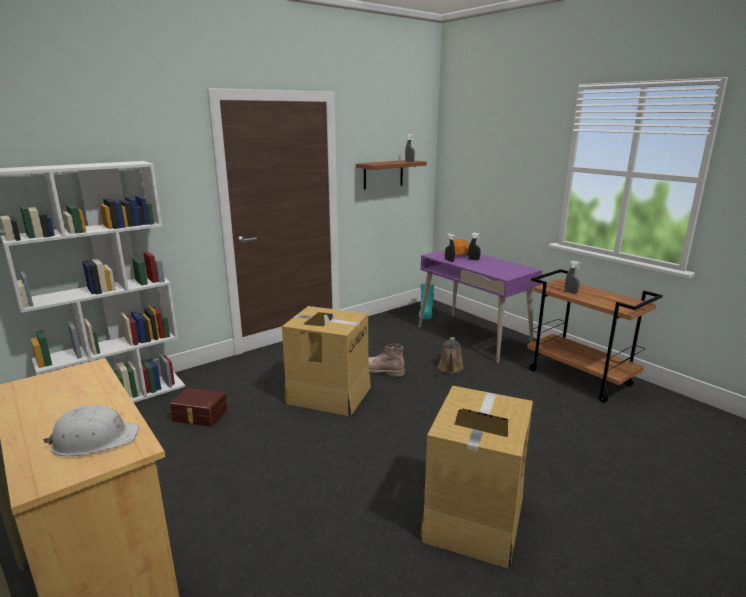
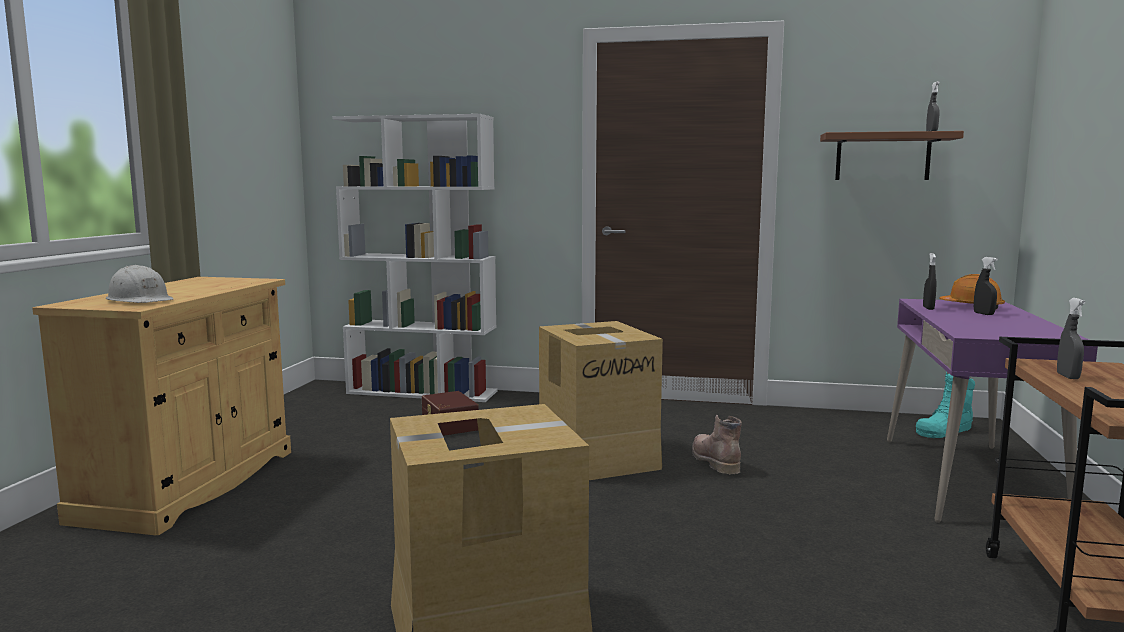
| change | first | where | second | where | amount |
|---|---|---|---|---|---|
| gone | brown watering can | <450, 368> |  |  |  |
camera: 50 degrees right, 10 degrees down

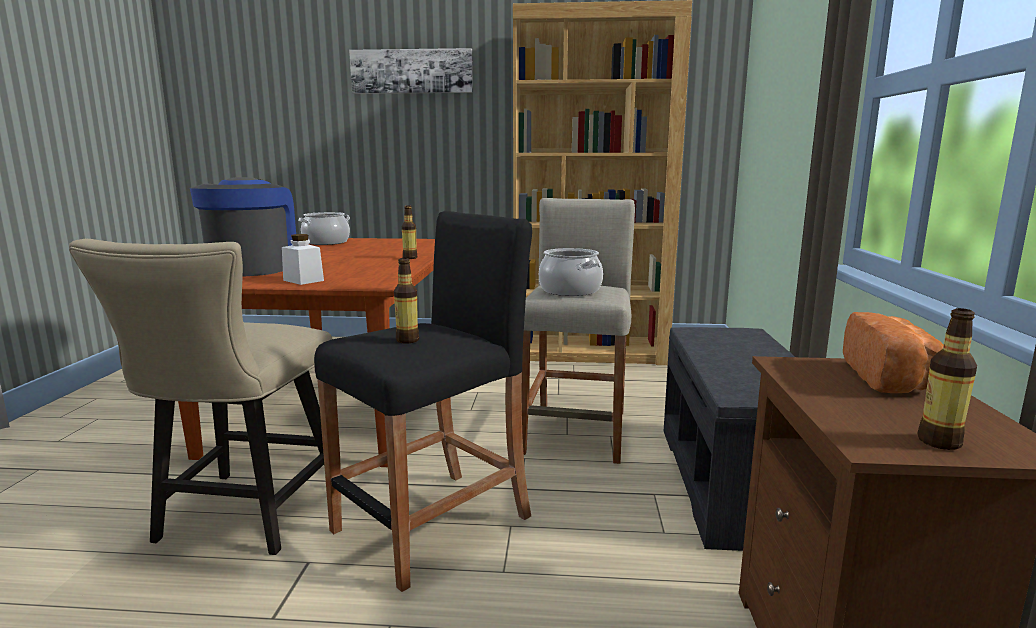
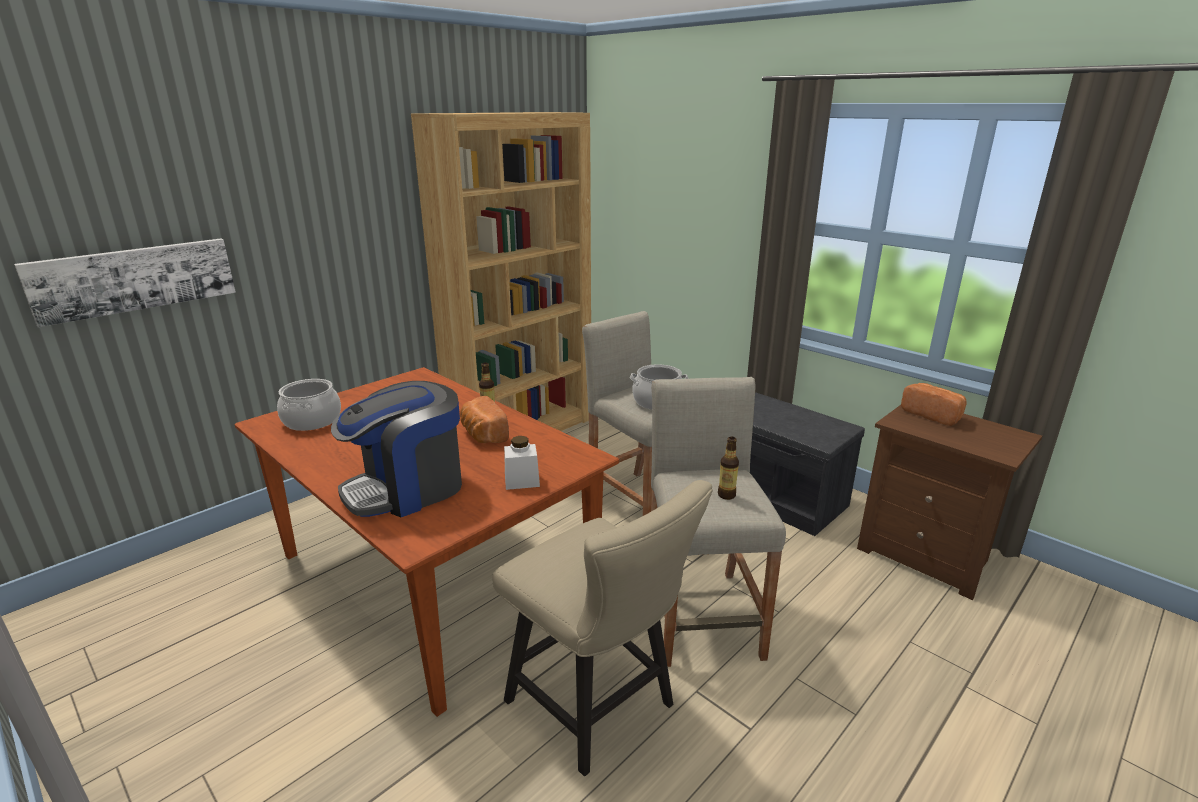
| change | first | where | second | where | amount |
|---|---|---|---|---|---|
| shifted | picture | <412, 71> |  | <134, 279> |  |
| rotated | coffee machine | <253, 268> |  | <407, 489> | 75 degrees counterclockwise |
| new |  |  | bread | <482, 435> |  |
| repainted | black stool | <433, 524> | beige stool | <702, 616> |  |
| gone | bottle | <939, 442> |  |  |  |
camera: 50 degrees left, 10 degrees up

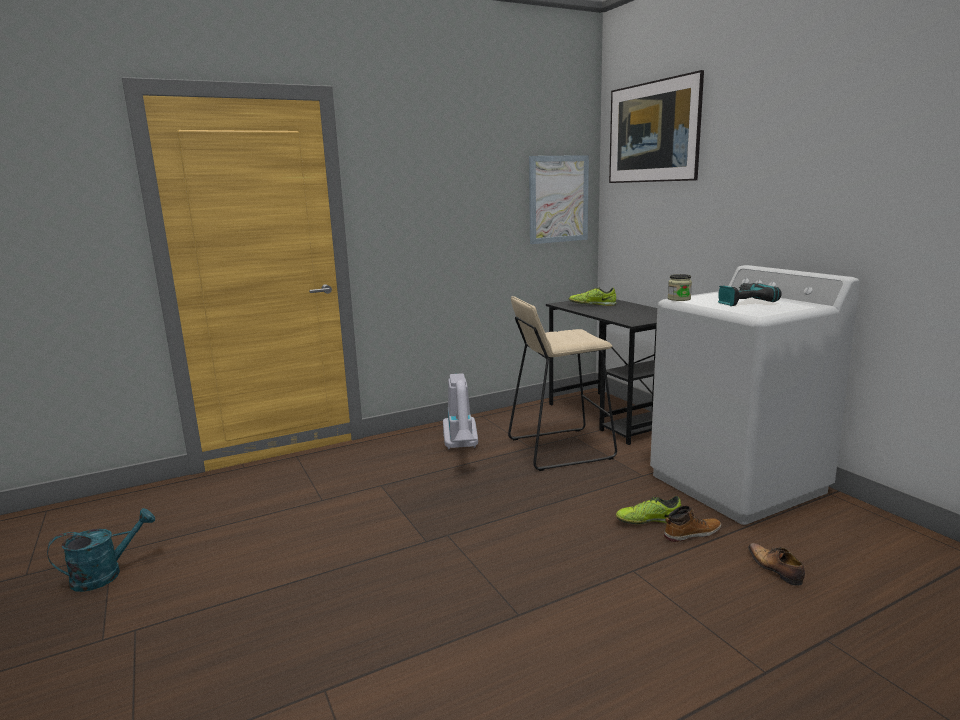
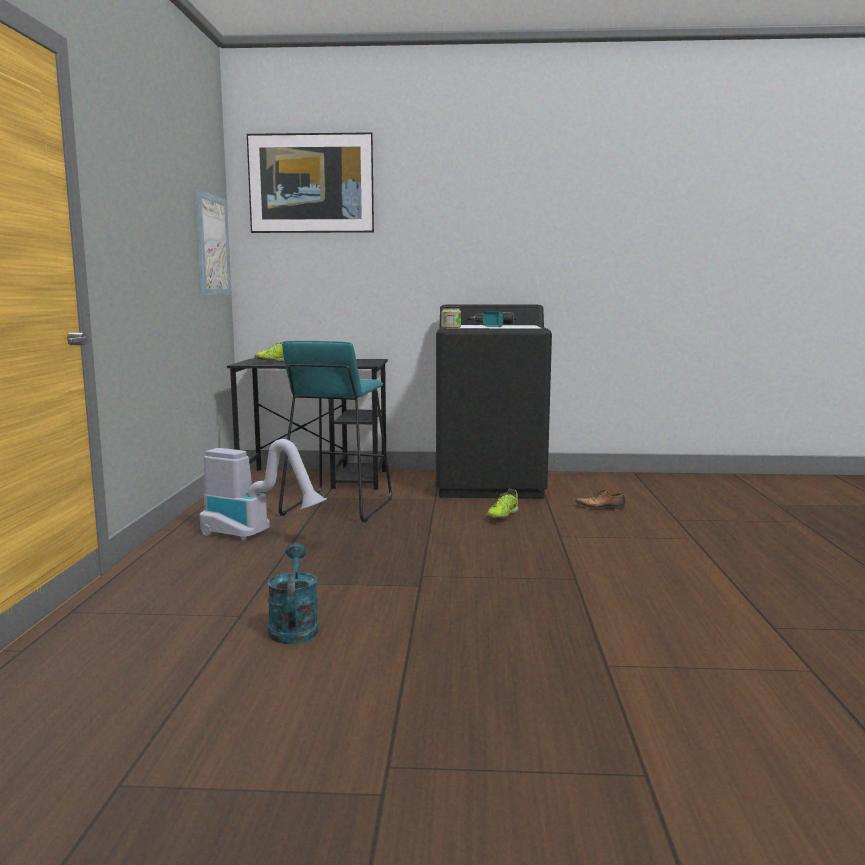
| change | first | where | second | where | amount |
|---|---|---|---|---|---|
| shifted | turquoise watering can | <106, 574> |  | <294, 626> |  |
| repainted | beige stool | <559, 448> | turquoise stool | <337, 507> |  |
| repainted | white washing machine | <737, 484> | black washing machine | <491, 484> |  |
| gone | boot | <691, 533> |  |  |  |
camera: 60 degrees left, 5 degrees down

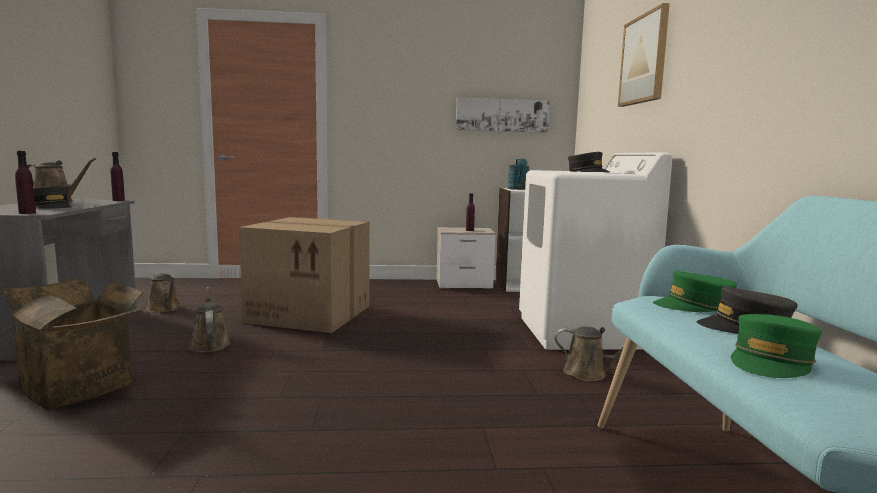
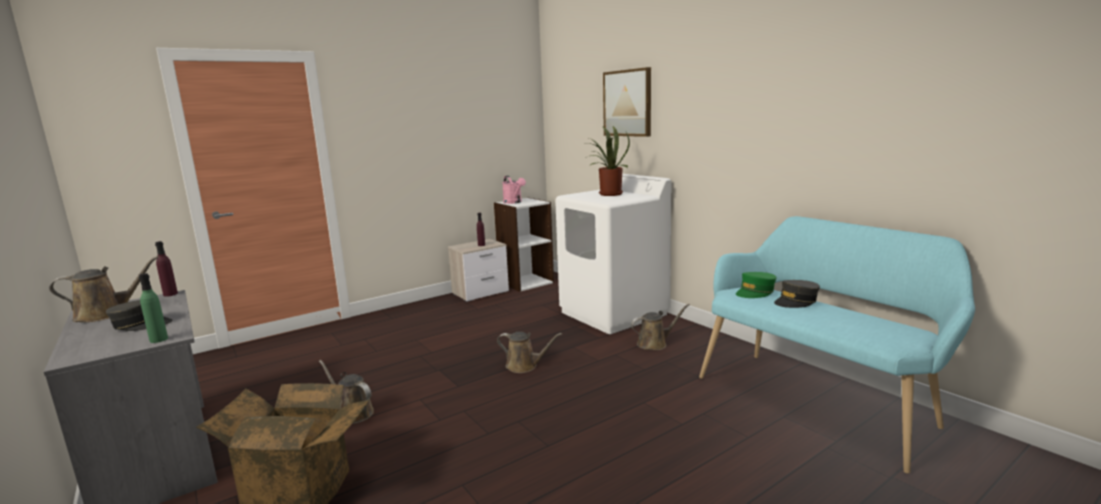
| change | first | where | second | where | amount |
|---|---|---|---|---|---|
| repainted | purple bottle | <27, 213> | green bottle | <159, 339> |  |
| shifted | brown watering can | <165, 309> |  | <524, 366> |  |
| repainted | turquoise watering can | <519, 189> | pink watering can | <514, 202> |  |
| swapped | grey cap | <587, 172> | potted plant | <608, 194> |  |
| gone | cardboard box | <311, 314> |  |  |  |
| gone | picture | <502, 115> |  |  |  |
| gone | green cap | <771, 361> |  |  |  |
camera: 30 degrees left, 5 degrees up

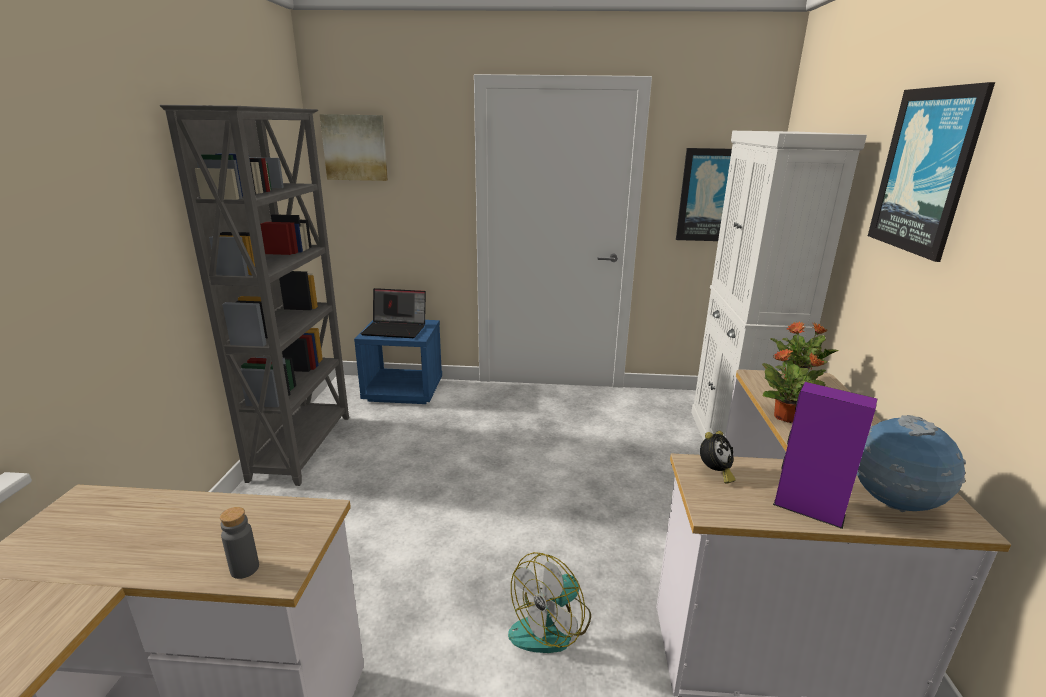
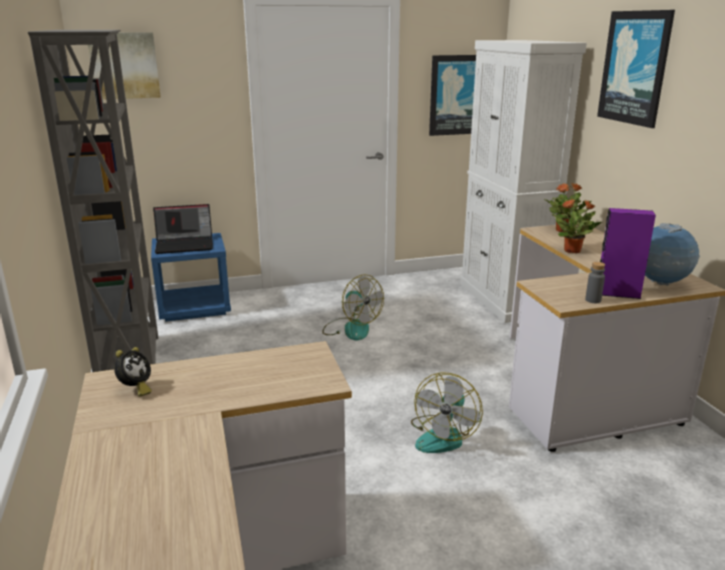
| change | first | where | second | where | amount |
|---|---|---|---|---|---|
| shifted | alarm clock | <714, 473> |  | <135, 389> |  |
| new |  |  | fan | <351, 328> |  |
| shifted | grey bottle | <244, 569> |  | <593, 300> |  |
camera: 20 degrees left, 0 degrees up

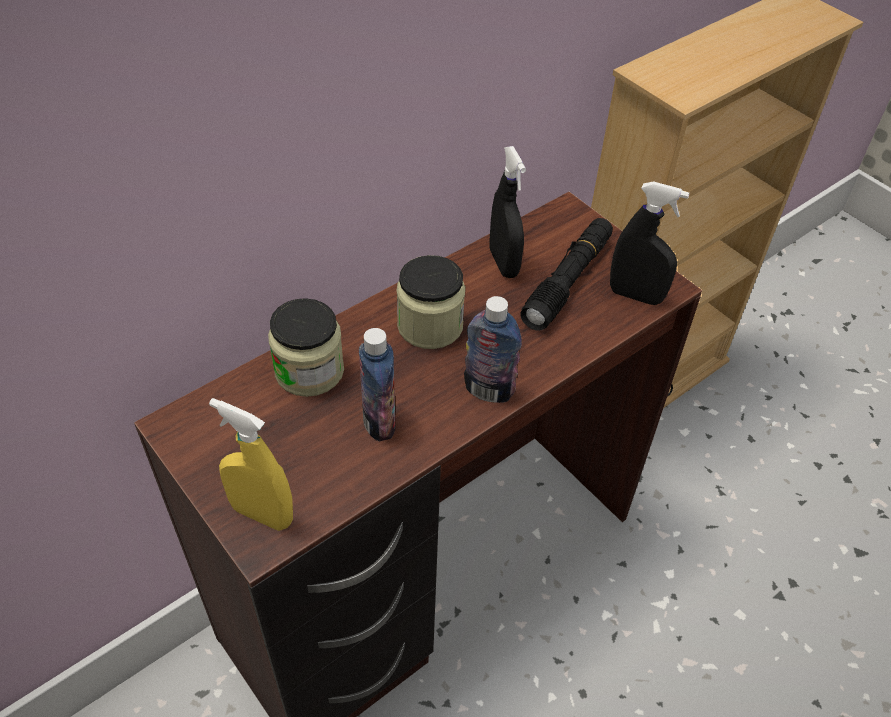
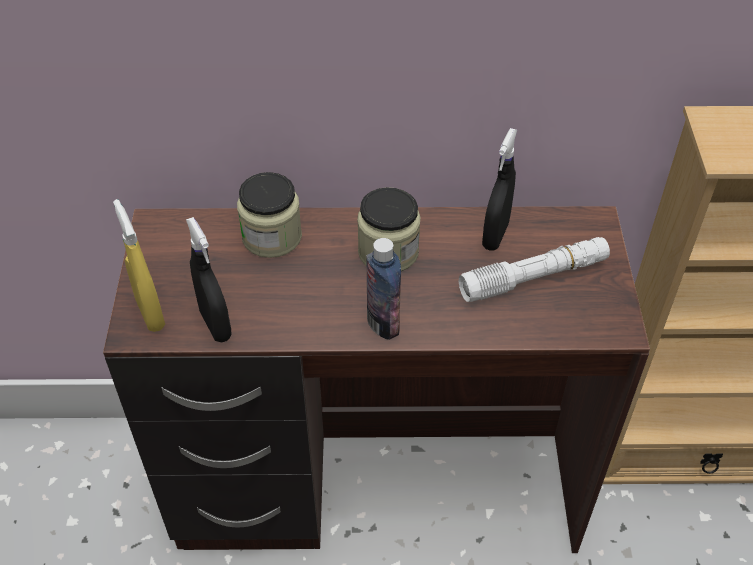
| change | first | where | second | where | amount |
|---|---|---|---|---|---|
| shifted | black spray bottle | <635, 295> |  | <215, 325> |  |
| repainted | black flashlight | <568, 281> | white flashlight | <534, 277> |  |
| gone | bottle | <379, 422> |  |  |  |
camera: 40 degrees right, 0 degrees up

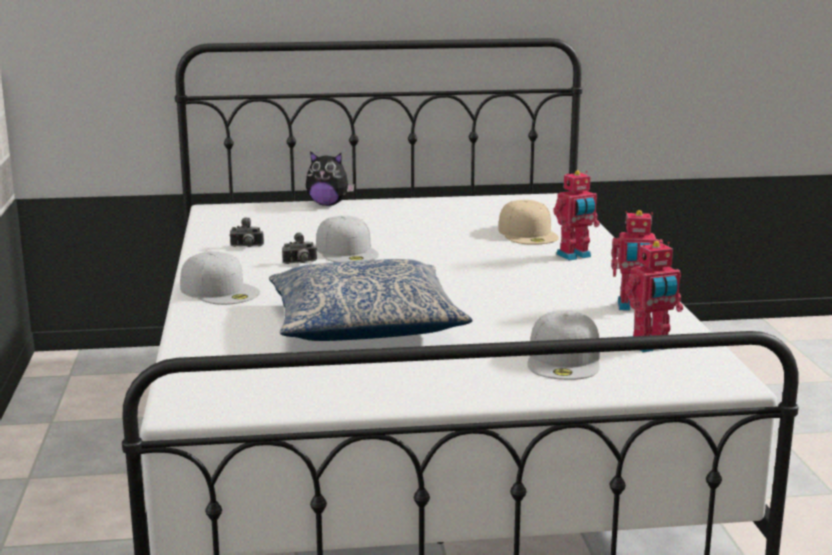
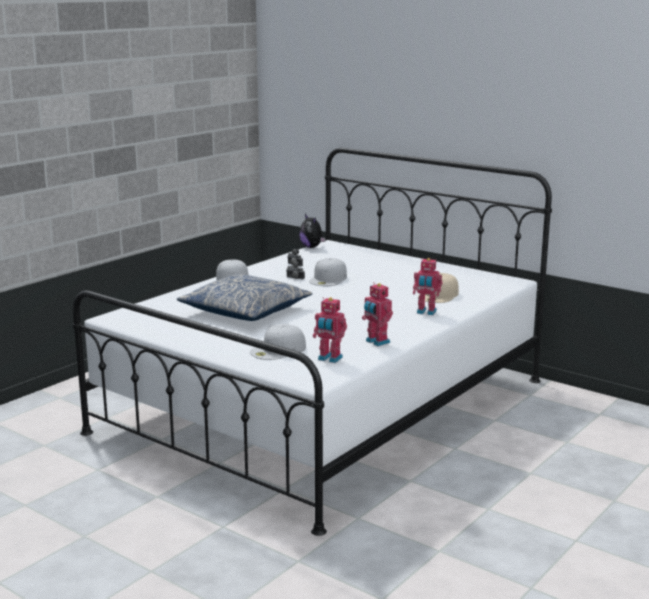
| change | first | where | second | where | amount |
|---|---|---|---|---|---|
| shifted | plush toy | <328, 204> |  | <312, 247> |  |
camera: 45 degrees right, 0 degrees up

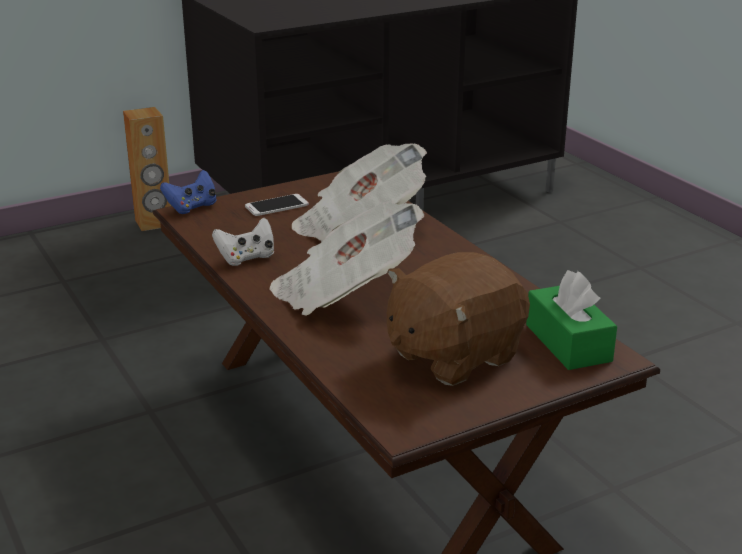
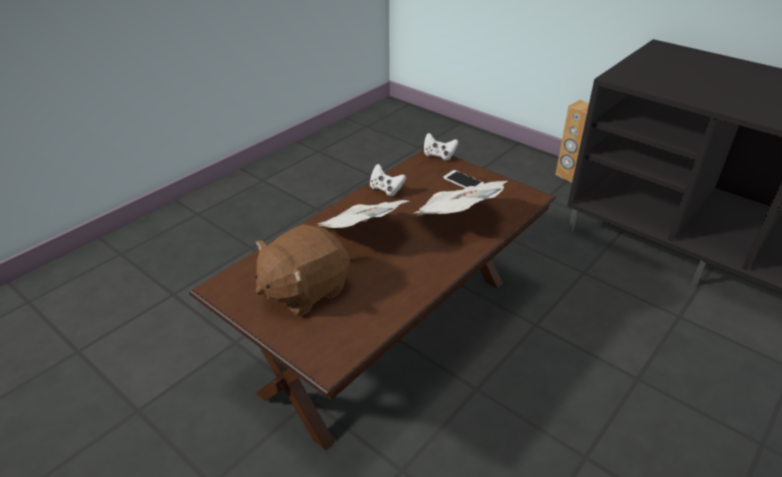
| change | first | where | second | where | amount |
|---|---|---|---|---|---|
| rotated | brown plush toy | <452, 355> |  | <303, 290> | 75 degrees counterclockwise |
| repainted | blue game controller | <192, 207> | white game controller | <439, 155> |  |
| gone | green tissue box | <568, 343> |  |  |  |
camera: 70 degrees right, 10 degrees up

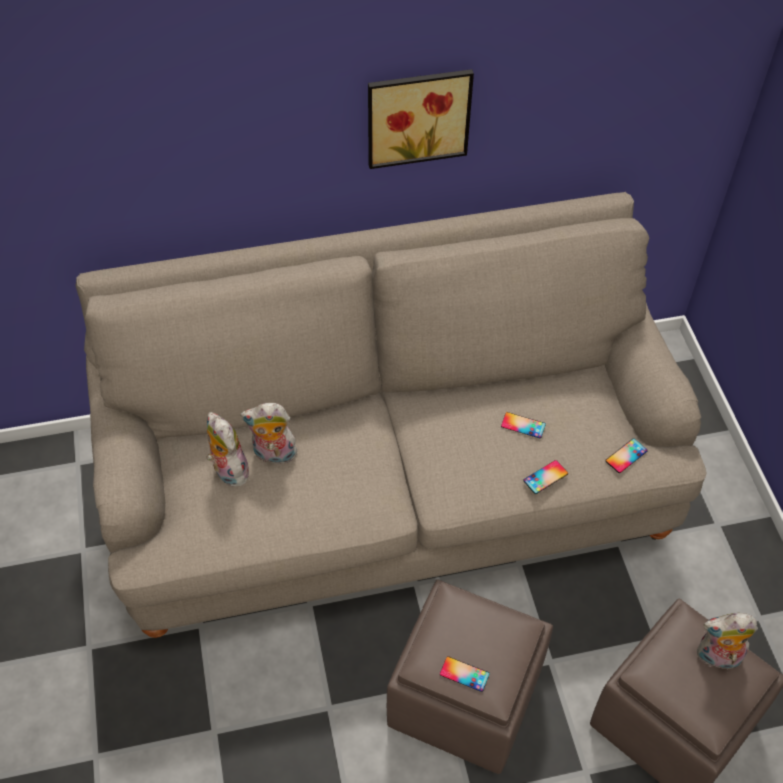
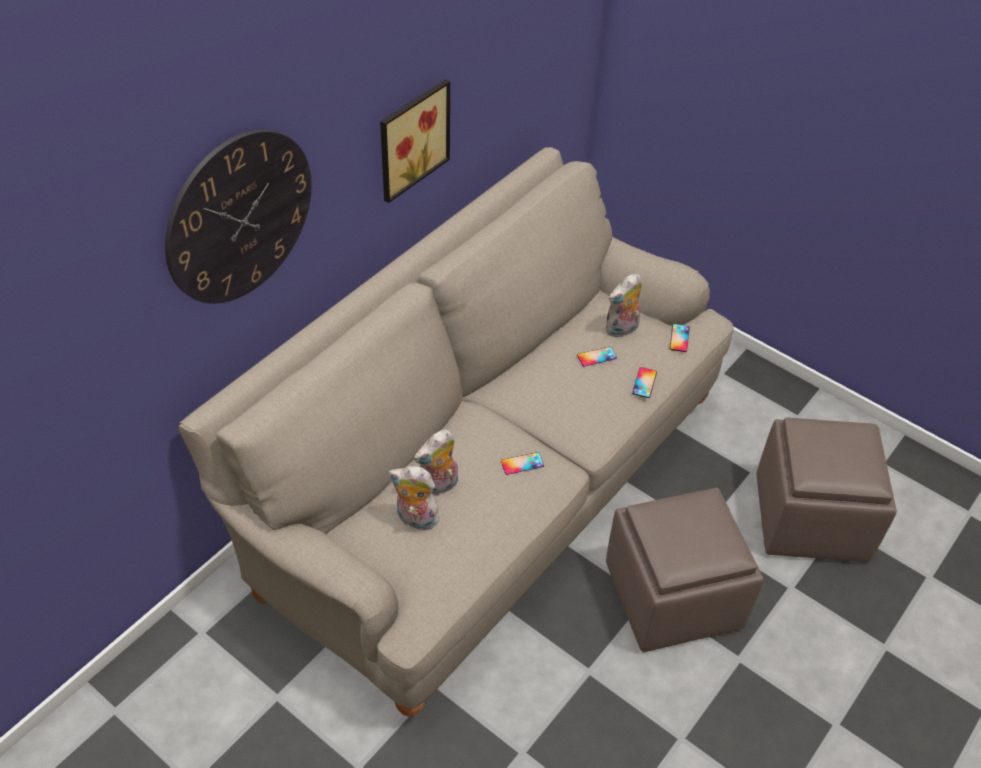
| change | first | where | second | where | amount |
|---|---|---|---|---|---|
| new |  |  | wall clock | <240, 217> |  |
| shifted | phone | <464, 674> |  | <522, 463> |  |
| shifted | plush toy | <717, 658> |  | <621, 330> |  |
camera: 40 degrees left, 5 degrees down

